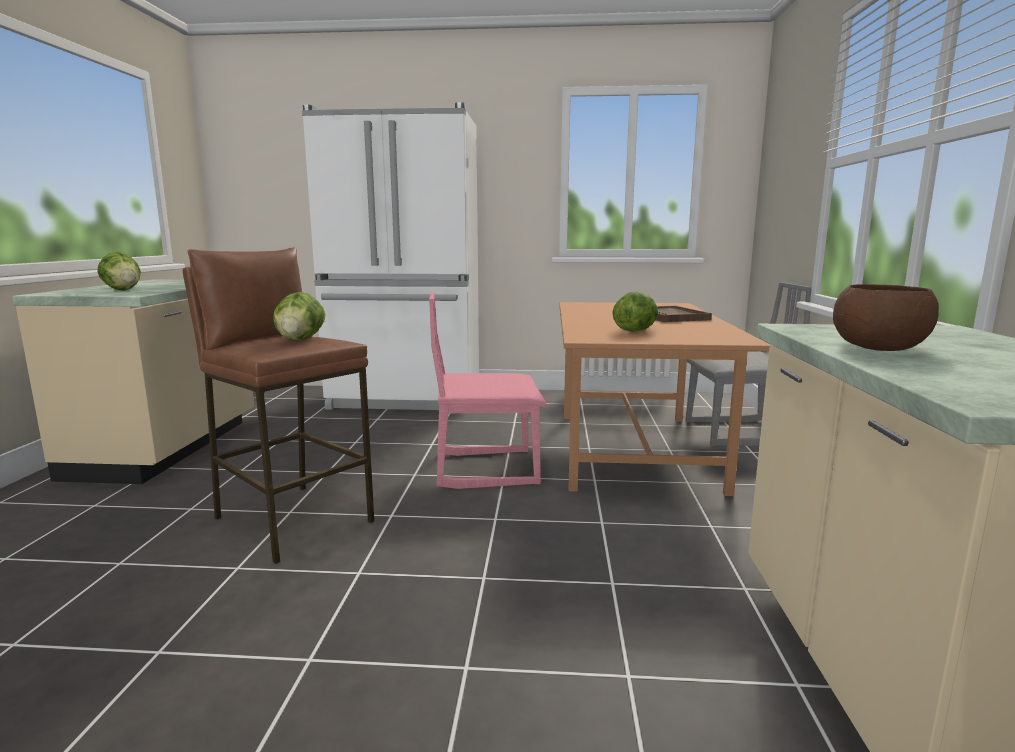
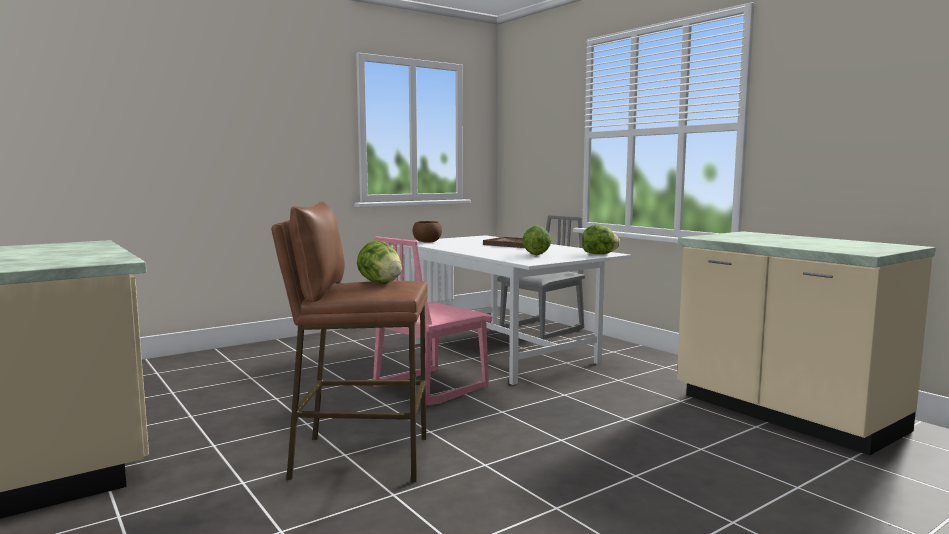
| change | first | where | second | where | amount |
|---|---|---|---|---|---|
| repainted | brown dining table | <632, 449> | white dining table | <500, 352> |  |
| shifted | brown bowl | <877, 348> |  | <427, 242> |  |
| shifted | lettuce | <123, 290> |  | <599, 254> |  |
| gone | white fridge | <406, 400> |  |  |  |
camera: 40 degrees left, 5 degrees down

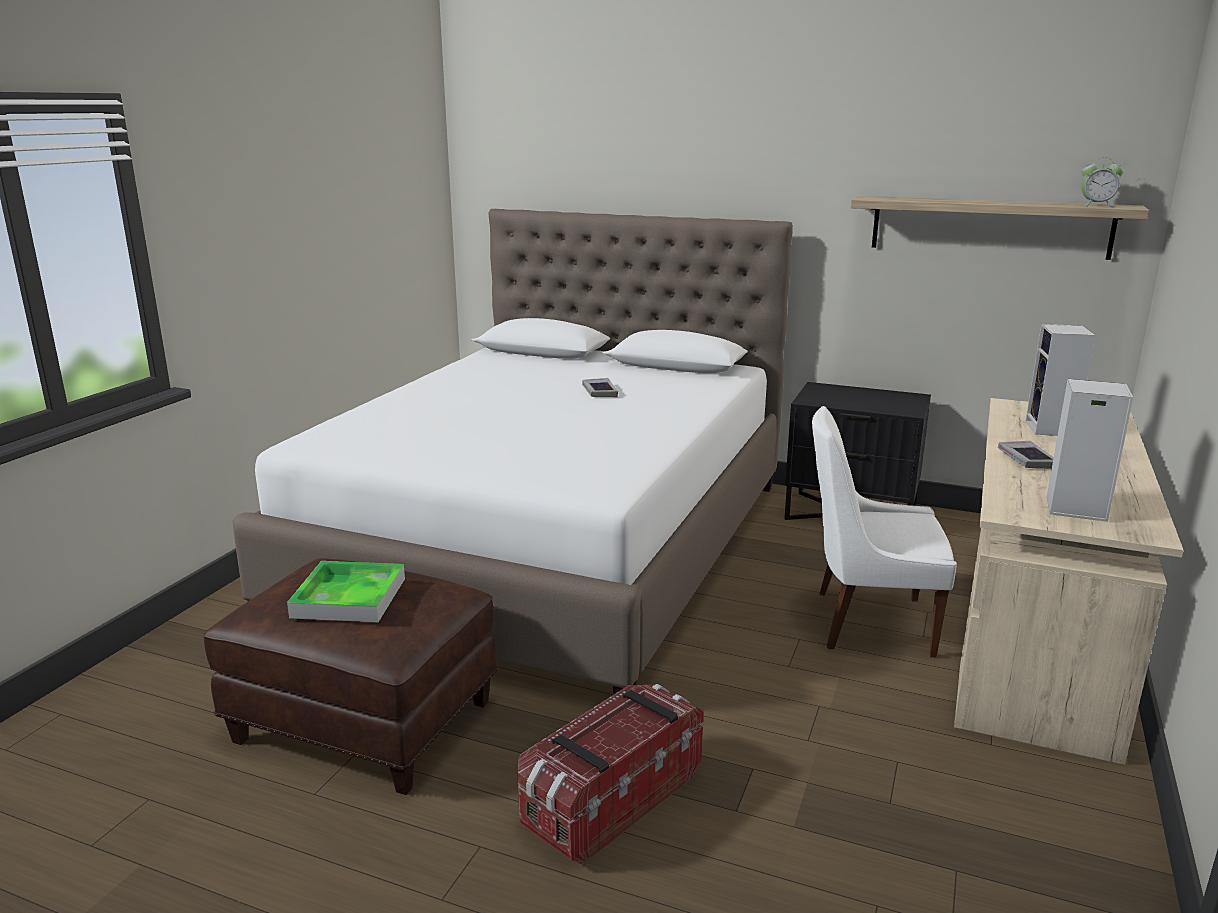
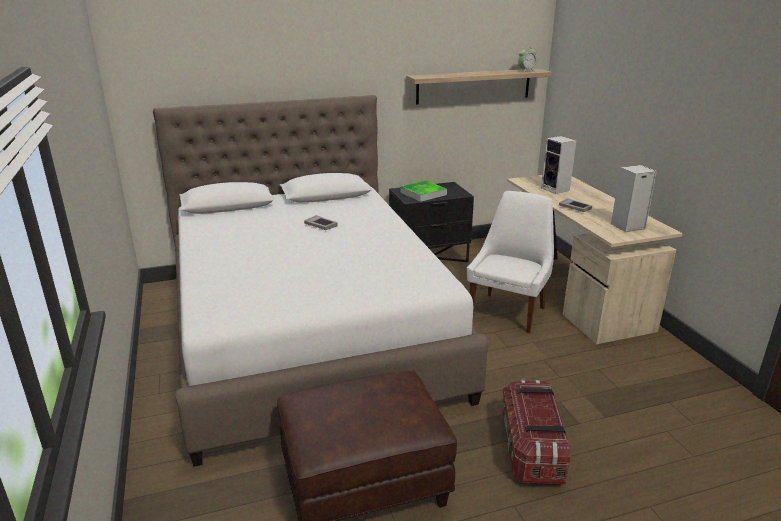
| change | first | where | second | where | amount |
|---|---|---|---|---|---|
| shifted | tray | <349, 598> |  | <423, 193> |  |
| rotated | white chair | <867, 623> |  | <508, 311> | 150 degrees clockwise |
camera: 40 degrees left, 5 degrees up

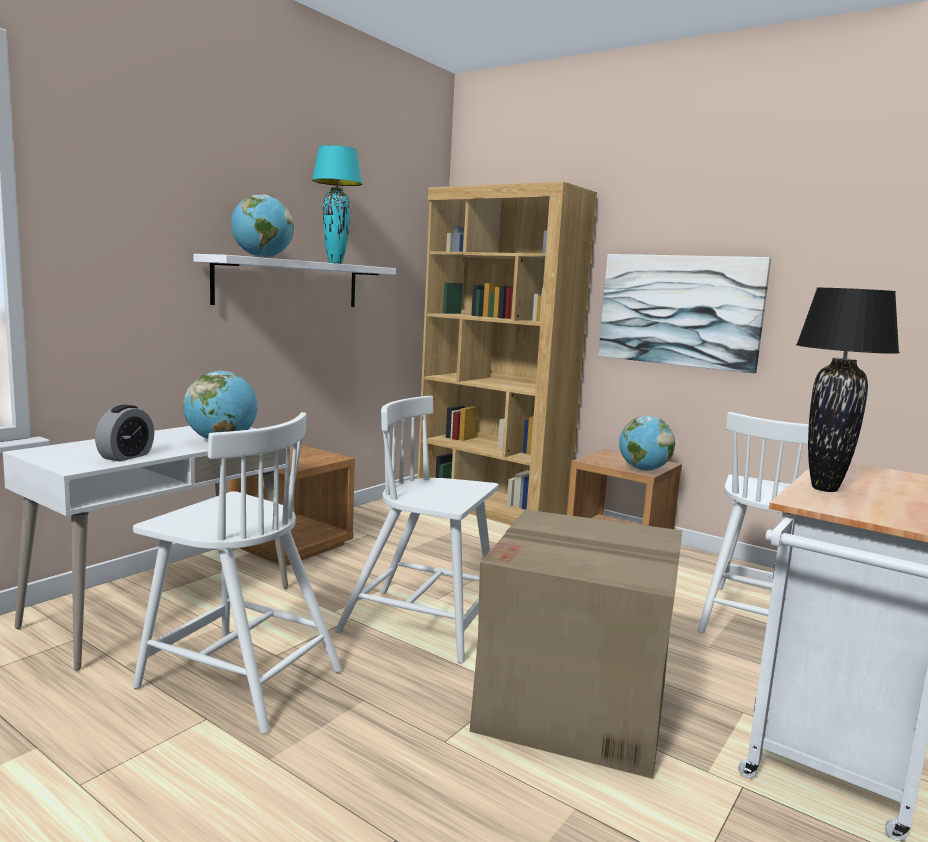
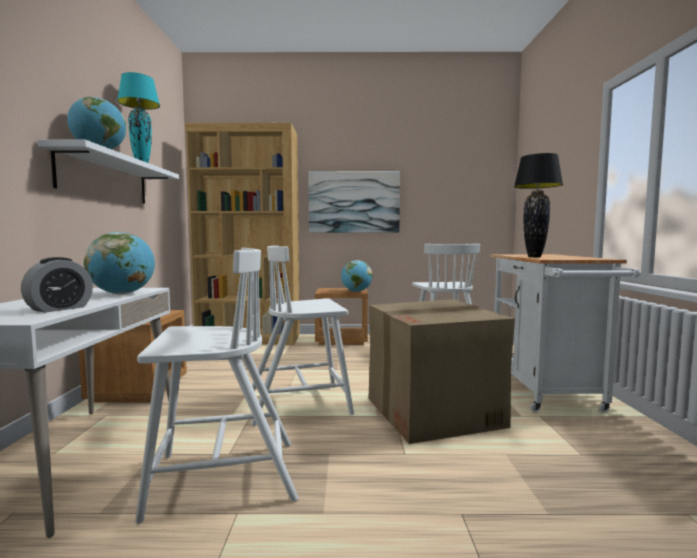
| change | first | where | second | where | amount |
|---|---|---|---|---|---|
| rotated | alarm clock | <126, 456> |  | <60, 309> | 45 degrees clockwise |
camera: 35 degrees left, 5 degrees down

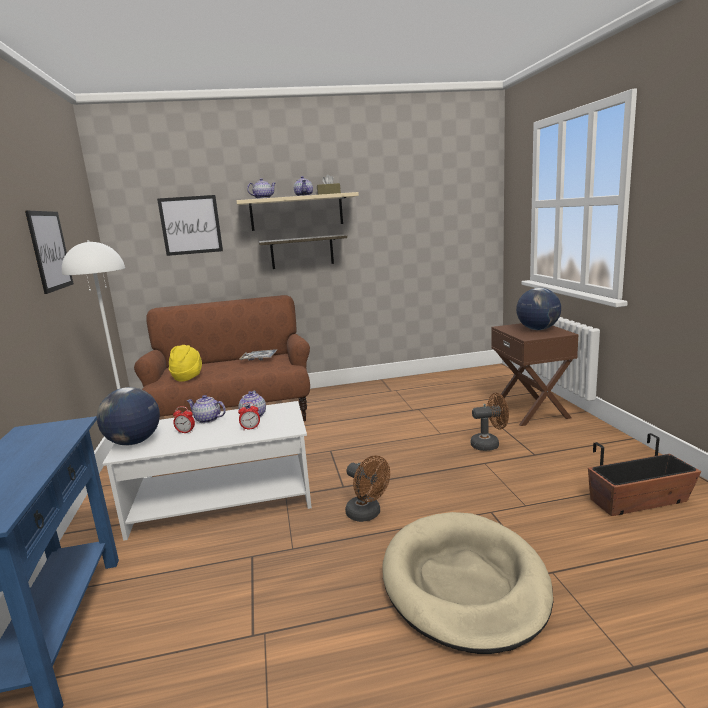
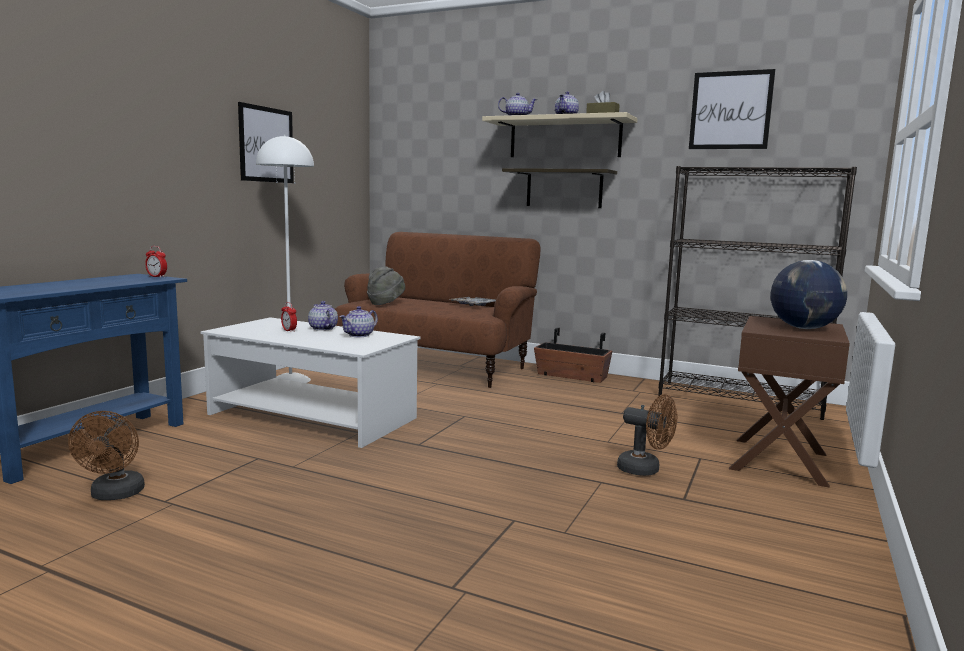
| change | first | where | second | where | amount |
|---|---|---|---|---|---|
| shifted | brown fan | <367, 514> |  | <115, 495> |  |
| shifted | alarm clock | <250, 428> |  | <157, 277> |  |
| repainted | yellow hat | <187, 377> | grey hat | <385, 303> |  |
| shifted | planter | <639, 501> |  | <572, 376> |  |
| new |  |  | black bookcase | <740, 399> |  |
| shifted | picture | <191, 225> |  | <730, 110> |  |
| gone | globe | <133, 442> |  |  |  |
| gone | beige dog bed | <464, 583> |  |  |  |
camera: 35 degrees right, 5 degrees down

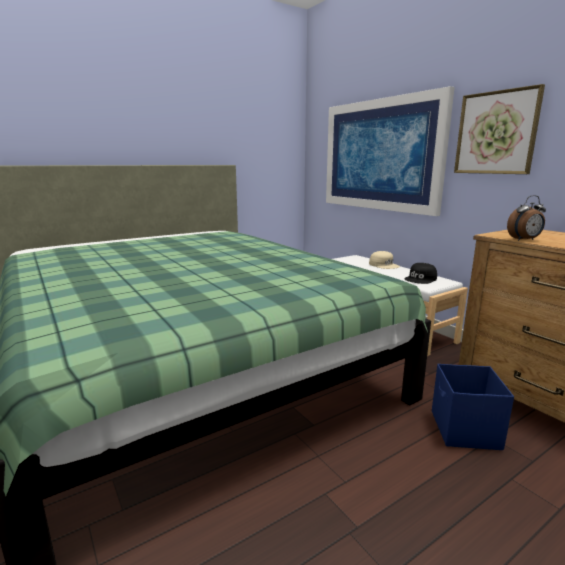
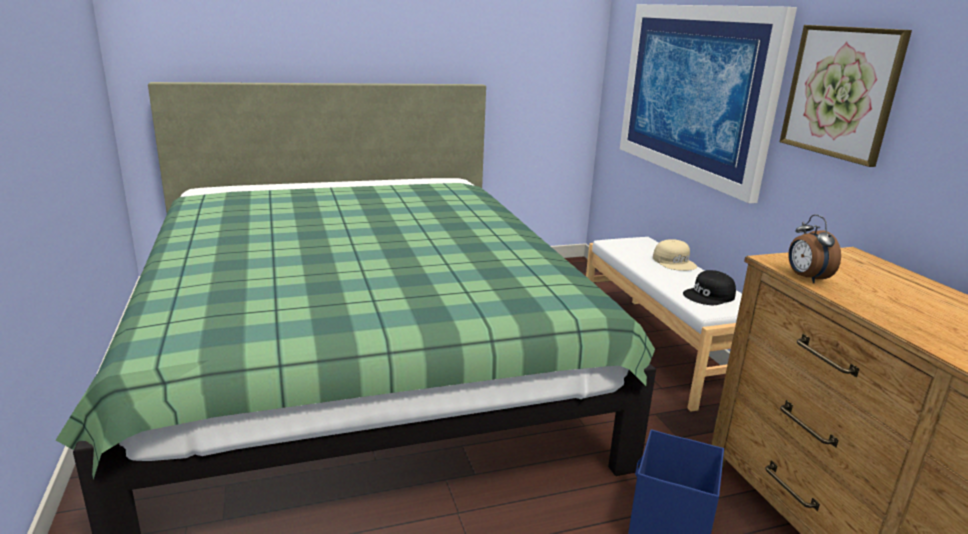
| change | first | where | second | where | amount |
|---|---|---|---|---|---|
| rotated | alarm clock | <524, 240> |  | <806, 278> | 75 degrees clockwise |
camera: 15 degrees right, 5 degrees up

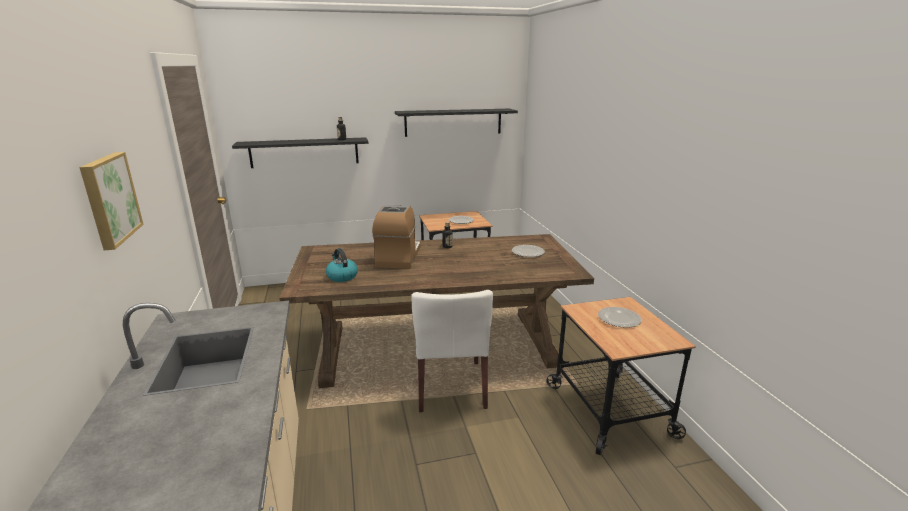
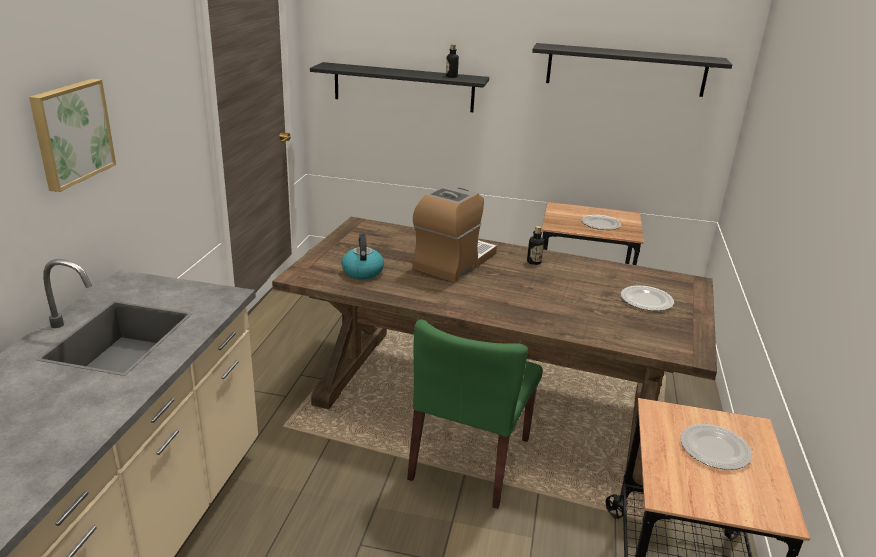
| change | first | where | second | where | amount |
|---|---|---|---|---|---|
| repainted | white chair | <451, 386> | green chair | <470, 459> |  |
camera: 25 degrees right, 5 degrees up

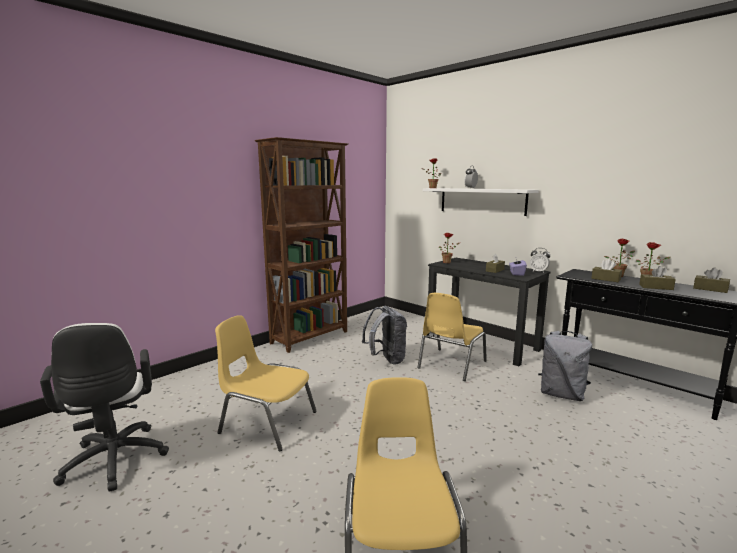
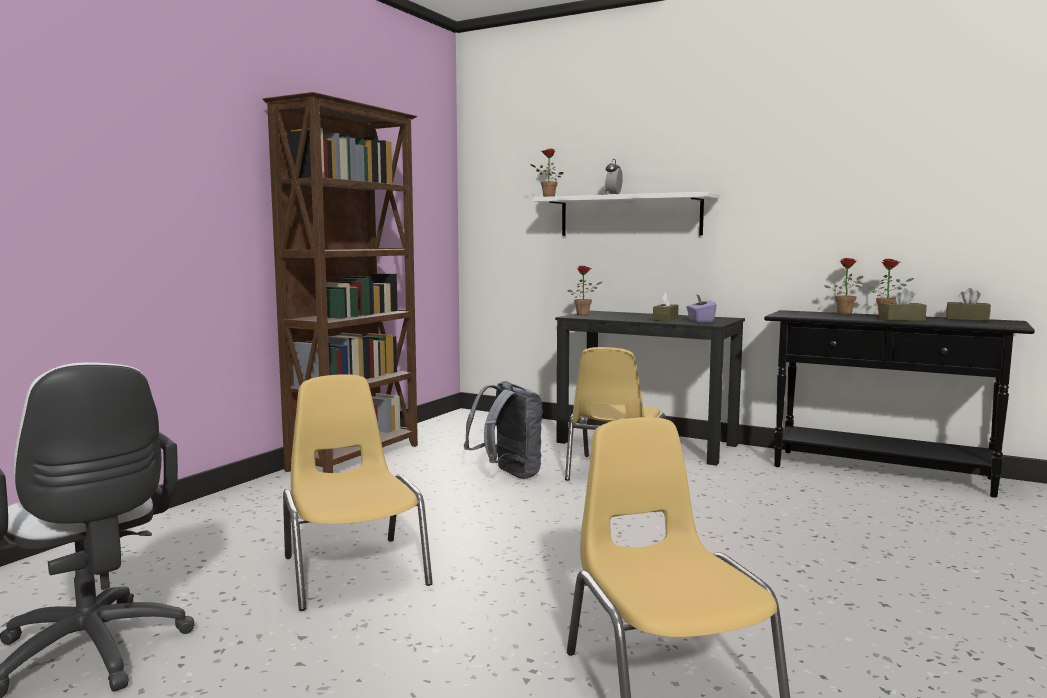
| change | first | where | second | where | amount |
|---|---|---|---|---|---|
| rotated | yellow chair | <267, 422> |  | <353, 570> | 60 degrees clockwise |
| gone | alarm clock | <538, 271> |  |  |  |
| gone | grey backpack | <561, 394> |  |  |  |
| gone | brown tissue box | <605, 279> |  |  |  |
camera: 15 degrees left, 5 degrees down

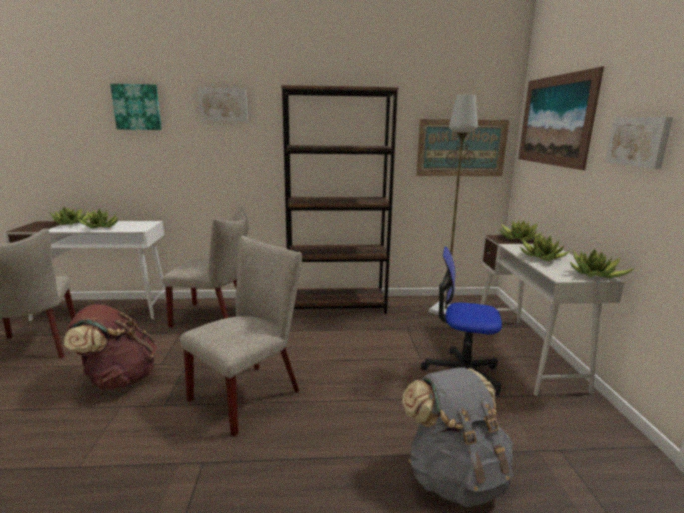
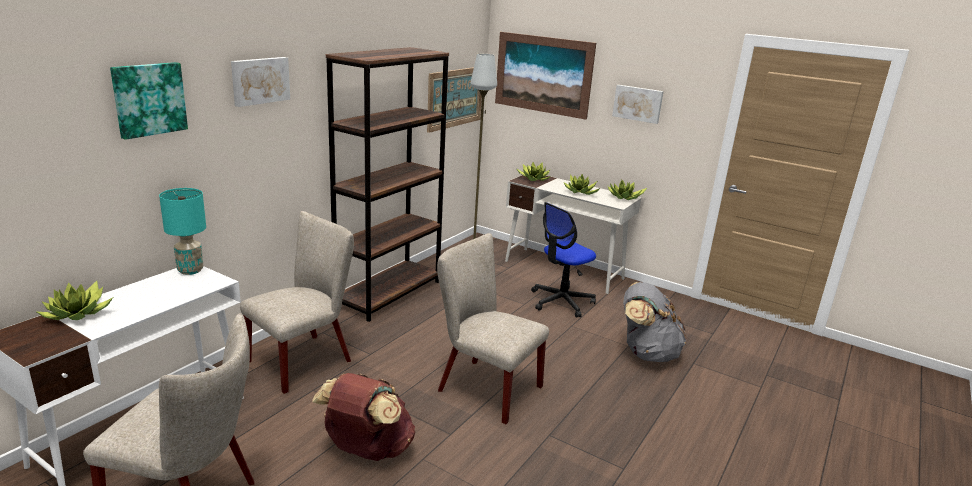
| change | first | where | second | where | amount |
|---|---|---|---|---|---|
| new |  |  | turquoise table lamp | <190, 270> |  |
| rotated | beige chair | <251, 393> |  | <483, 387> | 45 degrees counterclockwise |
| gone | potted plant | <101, 227> |  |  |  |
camera: 55 degrees left, 5 degrees up

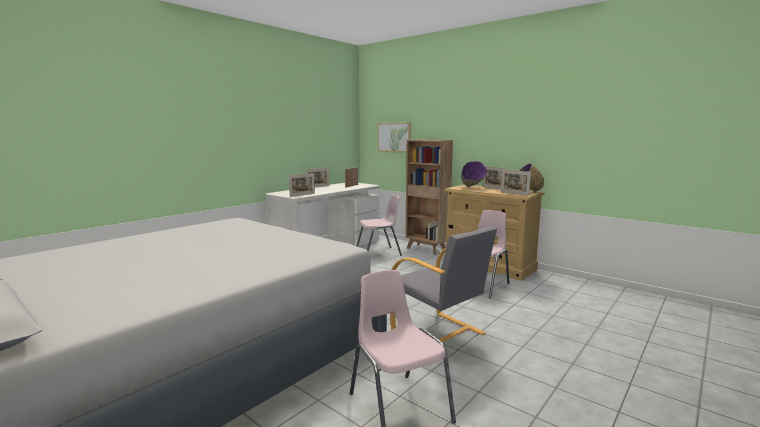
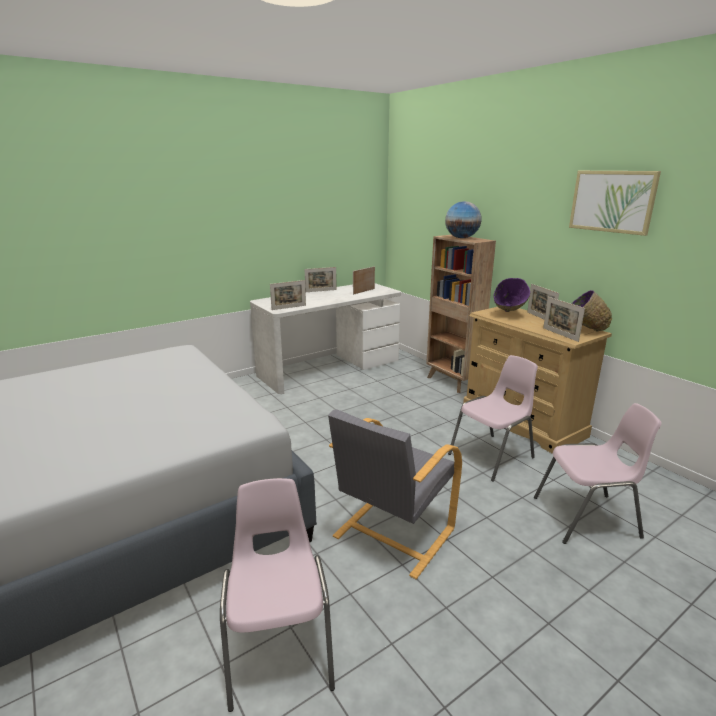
| change | first | where | second | where | amount |
|---|---|---|---|---|---|
| rotated | grey armchair | <439, 334> |  | <392, 533> | 60 degrees clockwise |
| new |  |  | globe | <461, 238> |  |
| shifted | pink chair | <379, 253> |  | <587, 518> |  |
| shifted | picture | <394, 137> |  | <612, 201> |  |
camera: 15 degrees right, 10 degrees up

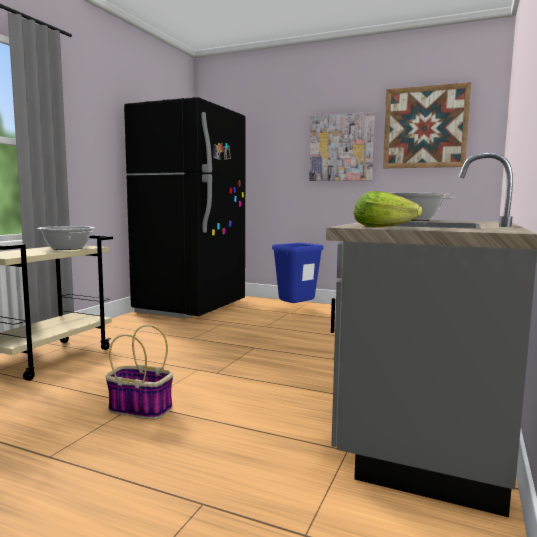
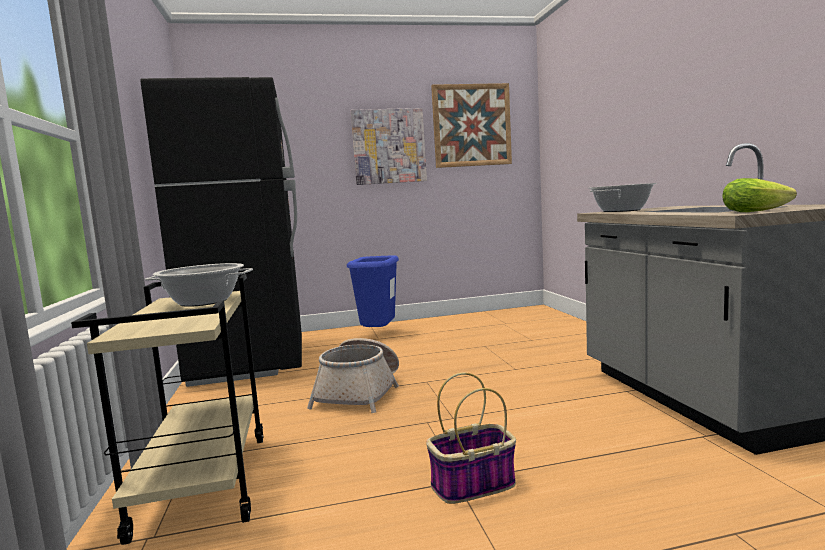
| change | first | where | second | where | amount |
|---|---|---|---|---|---|
| new |  |  | basket | <360, 393> |  |
camera: 35 degrees left, 0 degrees up

